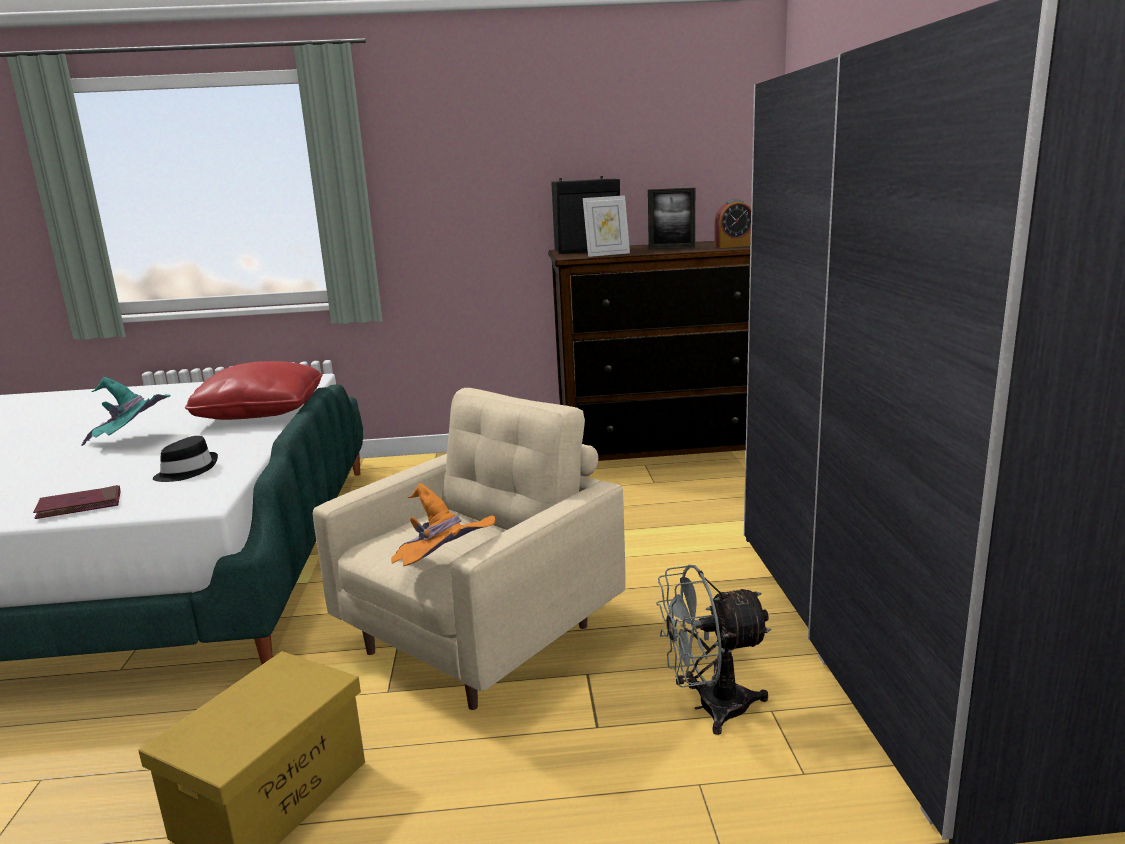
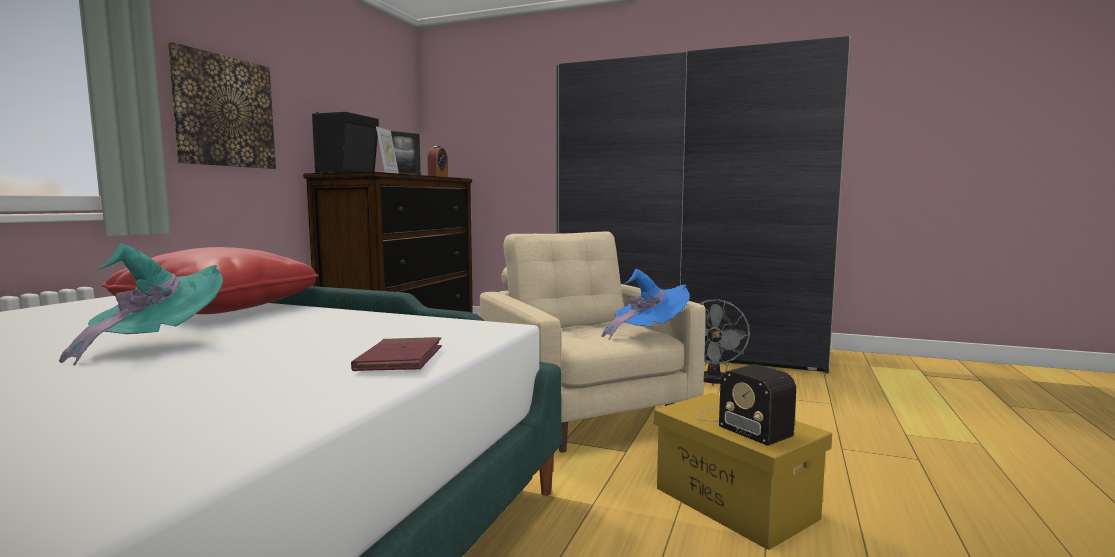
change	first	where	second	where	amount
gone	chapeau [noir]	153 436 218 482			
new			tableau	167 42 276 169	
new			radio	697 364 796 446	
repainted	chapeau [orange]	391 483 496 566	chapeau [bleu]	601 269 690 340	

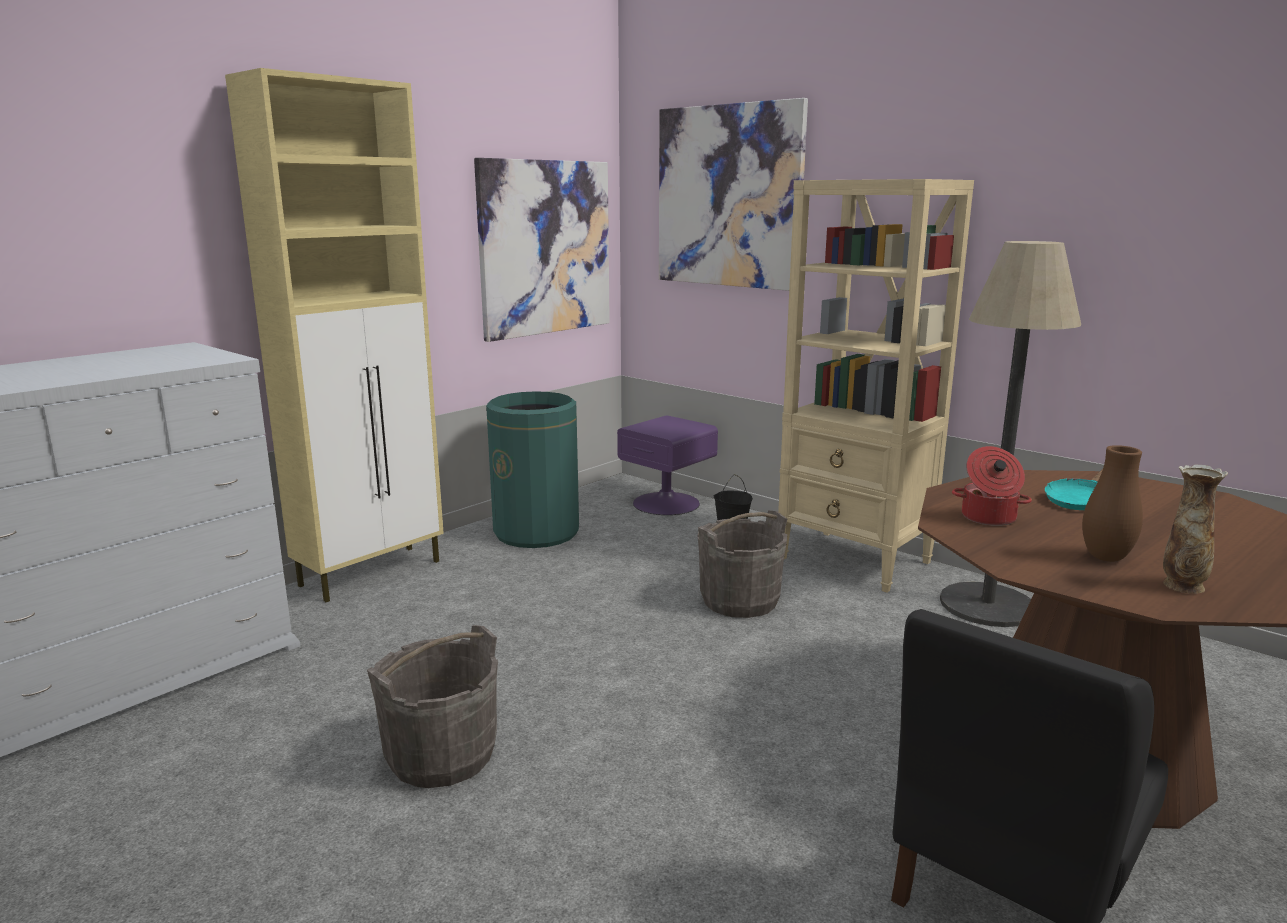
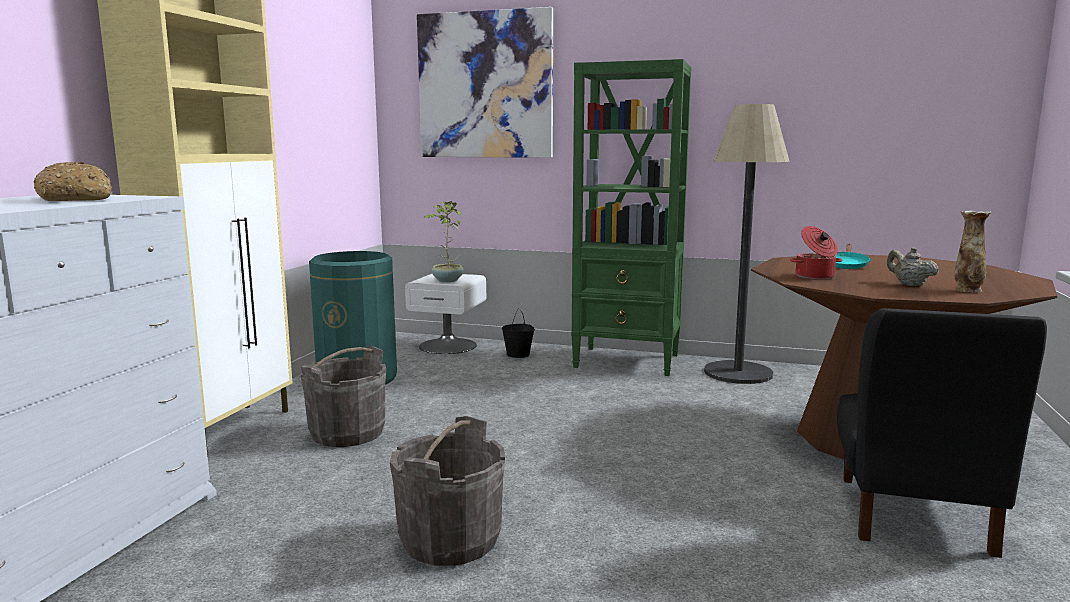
change	first	where	second	where	amount
gone	tableau	474 158 610 342			
new			pain	34 162 112 201	
new			plante en pot	424 201 464 282	
shifted	seau [gris]	698 510 787 618		301 346 386 447	
swapped	vase [marron]	1082 445 1143 562	théière [beige]	887 247 939 286	
repainted	table de chevet [violet]	617 415 718 515	table de chevet [blanc]	405 274 486 354	
repainted	bibliothèque [beige]	778 179 974 593	bibliothèque [vert]	571 59 691 376	

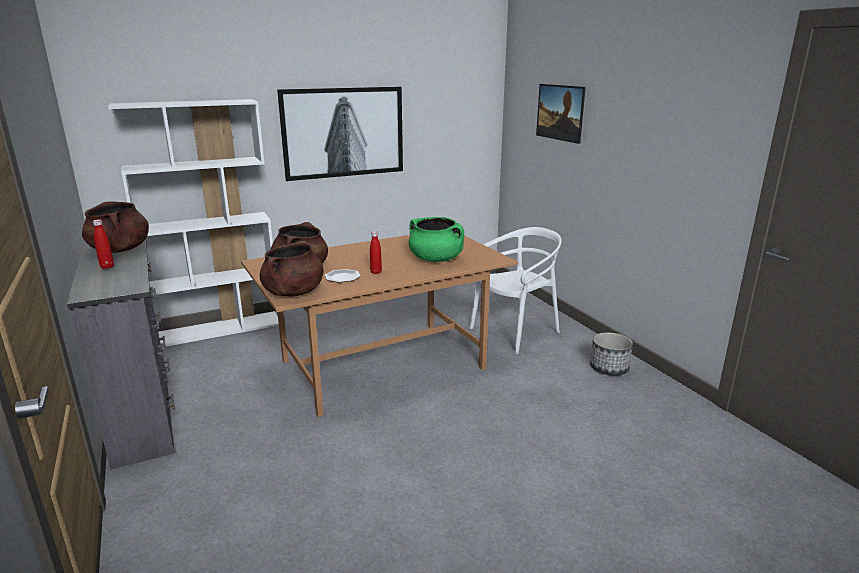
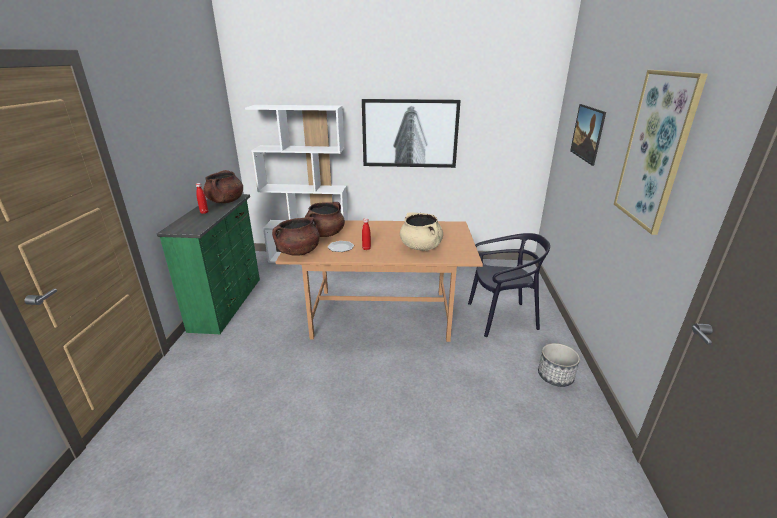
change	first	where	second	where	amount
new			tableau	614 70 708 235	
repainted	commode [gris]	67 239 175 470	commode [vert]	157 194 260 334	
repainted	marmite [vert]	409 217 464 262	marmite [beige]	400 212 443 251	
repainted	chaise [blanc]	470 227 562 354	chaise [noir]	468 233 550 337	

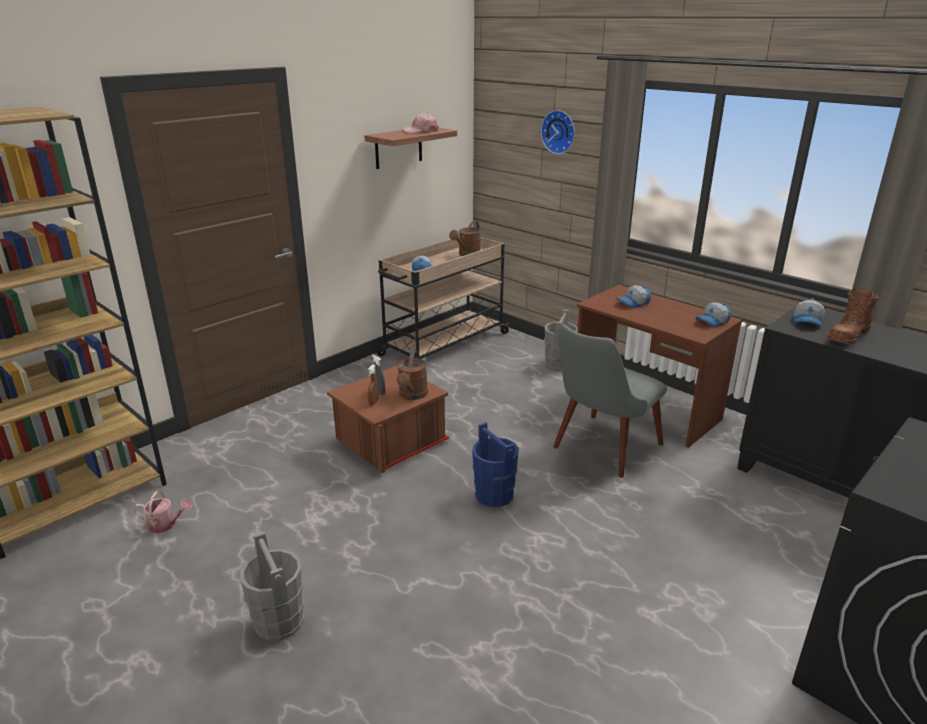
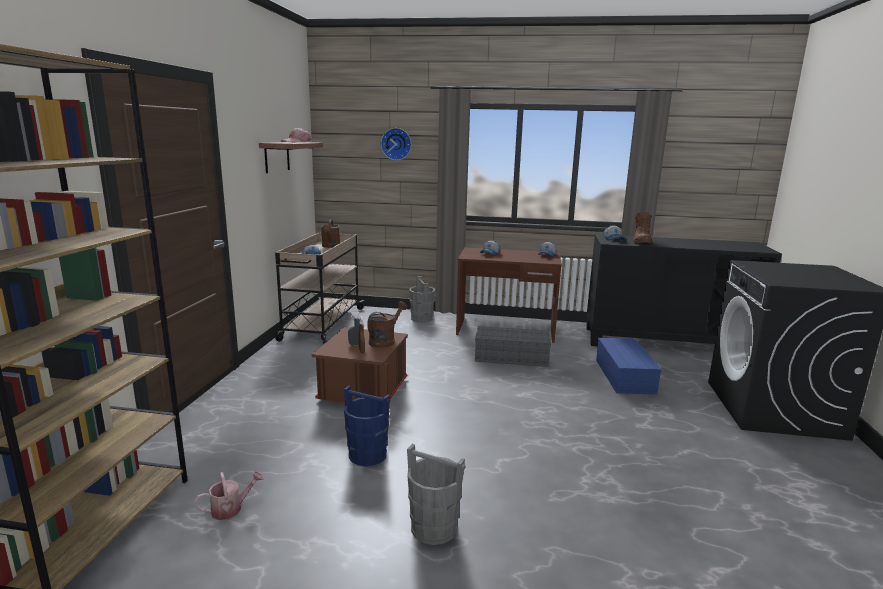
change	first	where	second	where	amount
new			boîte de rangement [bleu]	596 338 662 395	
shifted	seau [bleu]	472 422 519 507		344 385 390 466	
swapped	chaise [gris]	553 324 667 478	boîte de rangement [gris]	475 326 551 367	
rotated	arrosoir [marron]	396 350 428 400		367 301 407 348	120 degrees counterclockwise

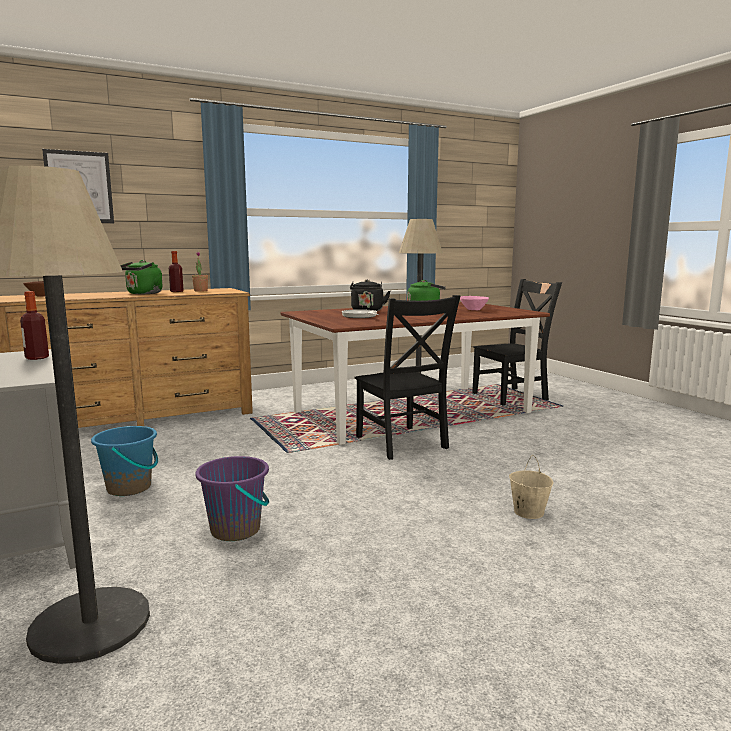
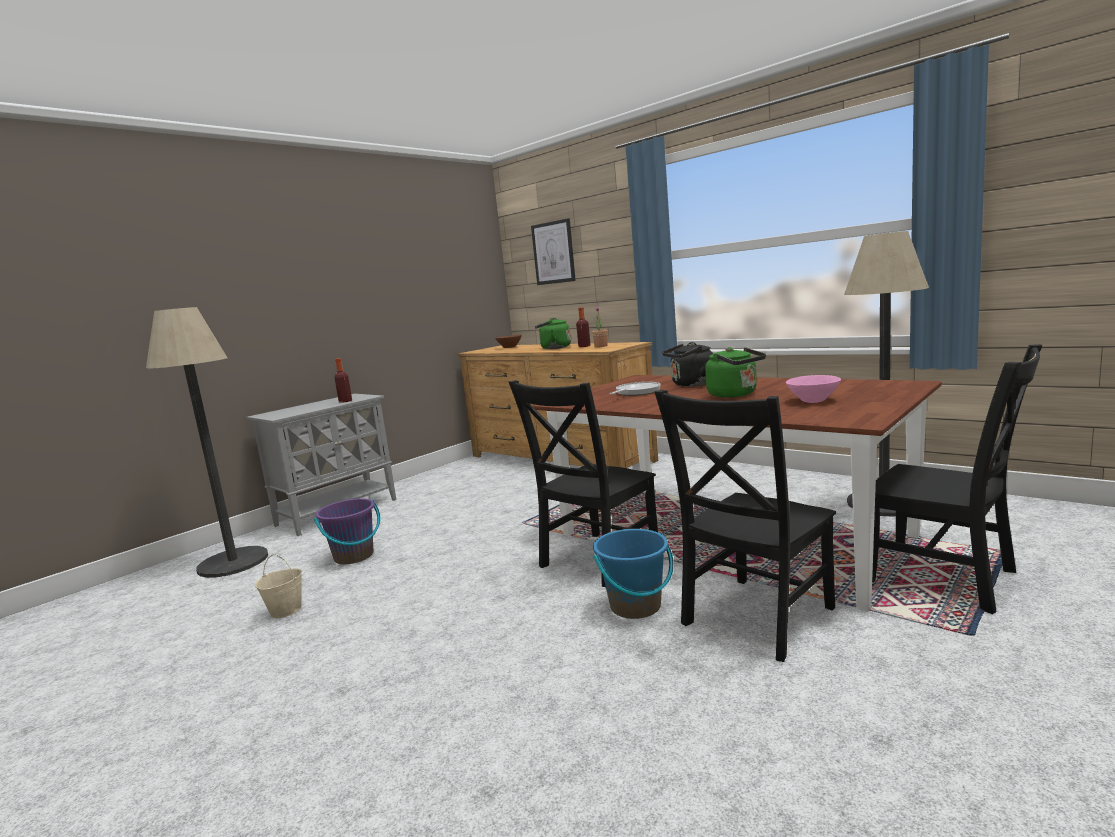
change	first	where	second	where	amount
new			chaise [noir]	654 390 836 662	
shifted	seau [bleu]	91 426 158 496		593 529 674 619	
shifted	seau [beige]	509 455 554 519		255 554 302 618	

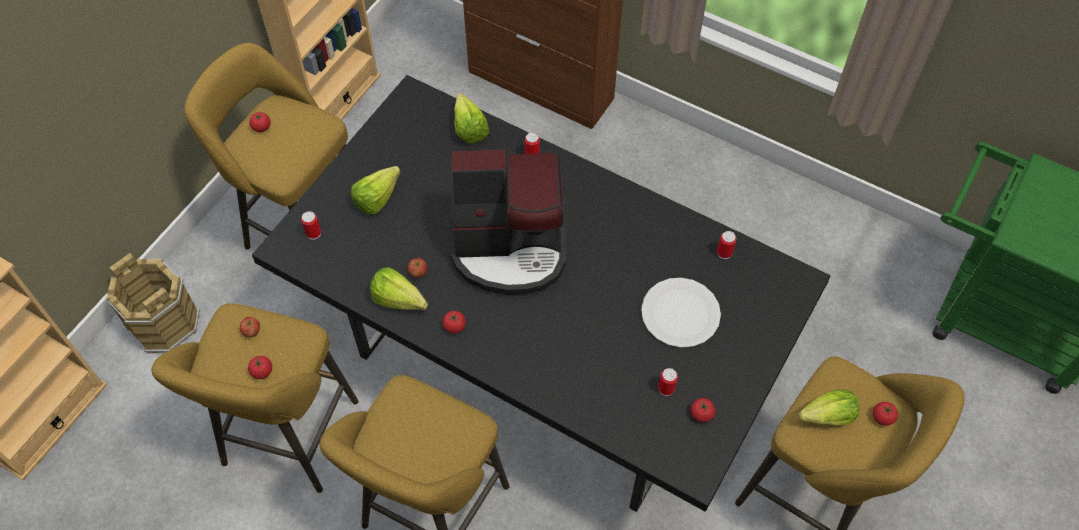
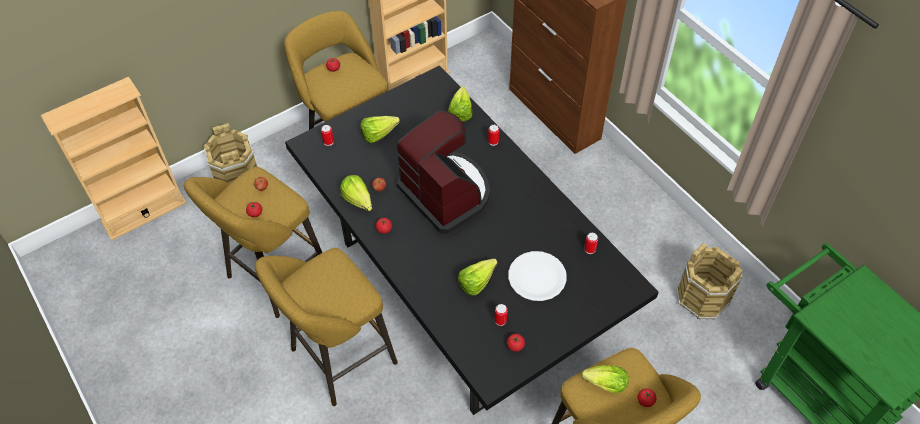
change	first	where	second	where	amount
new			laitue	458 259 498 296	
new			seau [marron]	676 243 743 320	
rotated	machine à café	450 150 566 295		397 110 490 234	150 degrees counterclockwise

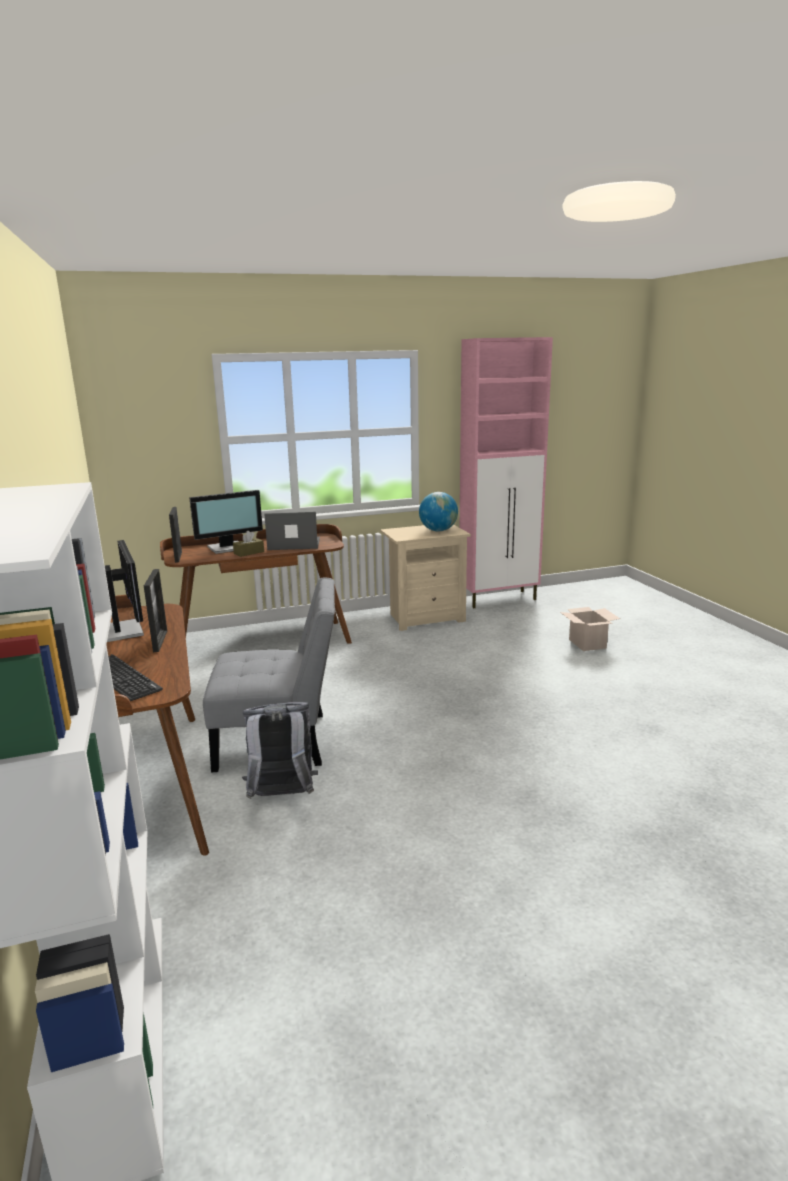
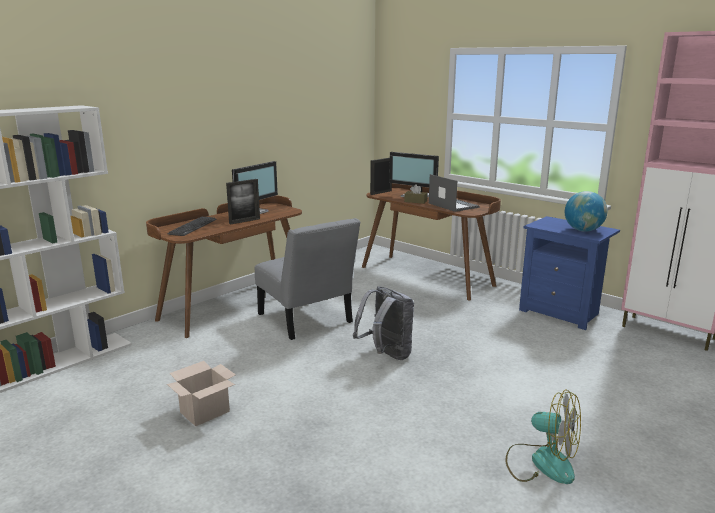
change	first	where	second	where	amount
new			ventilateur	505 389 581 484	
shifted	sac à dos [gris]	242 702 318 799		353 286 414 360	
shifted	carton	560 607 620 651		167 361 236 427	
repainted	table de chevet [beige]	380 525 471 631	table de chevet [bleu]	519 216 620 330	

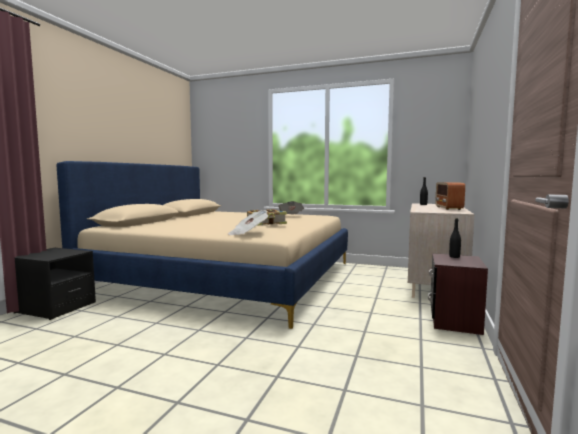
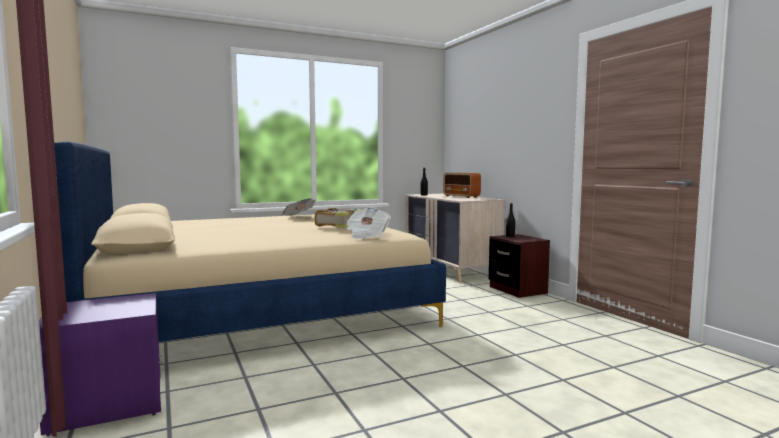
change	first	where	second	where	amount
repainted	table de chevet [noir]	14 248 96 320	table de chevet [violet]	39 293 163 436	

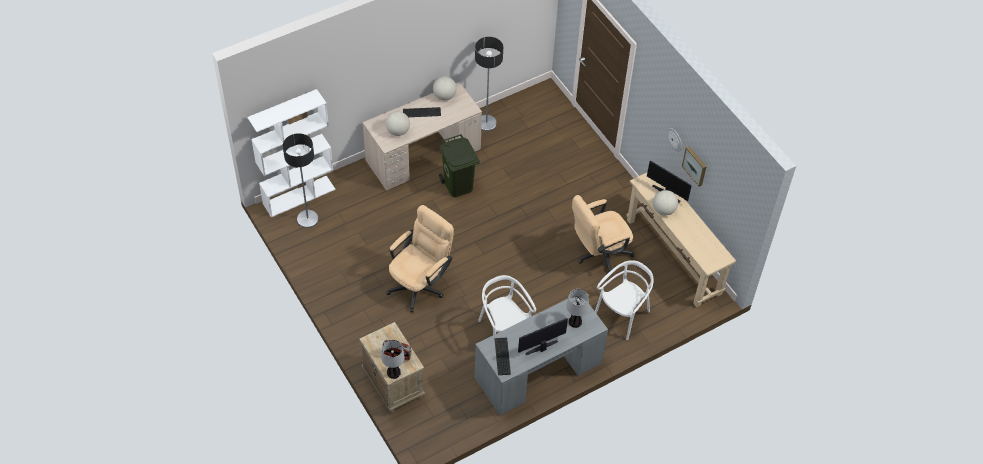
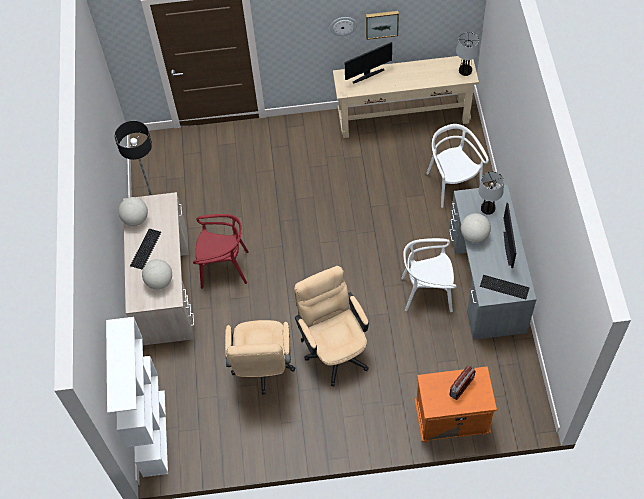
change	first	where	second	where	amount
gone	lampadaire	283 133 319 228			
shifted	lampe de table	381 340 405 379		456 32 479 76	
shifted	chaise de bureau [beige]	572 195 634 275		225 320 295 394	
shifted	globe	653 190 678 216		461 213 491 243	
swapped	poubelle [vert]	439 134 480 197	chaise [rouge]	193 214 249 289	
repainted	table de chevet [beige]	359 322 425 413	table de chevet [orange]	414 366 497 443	

